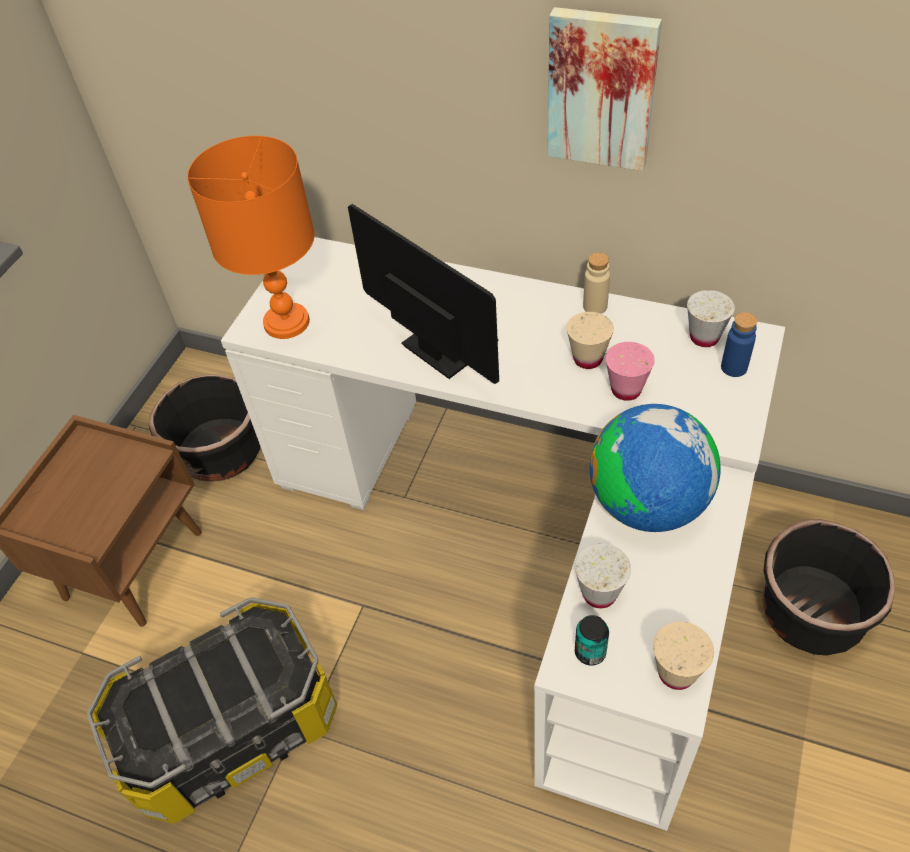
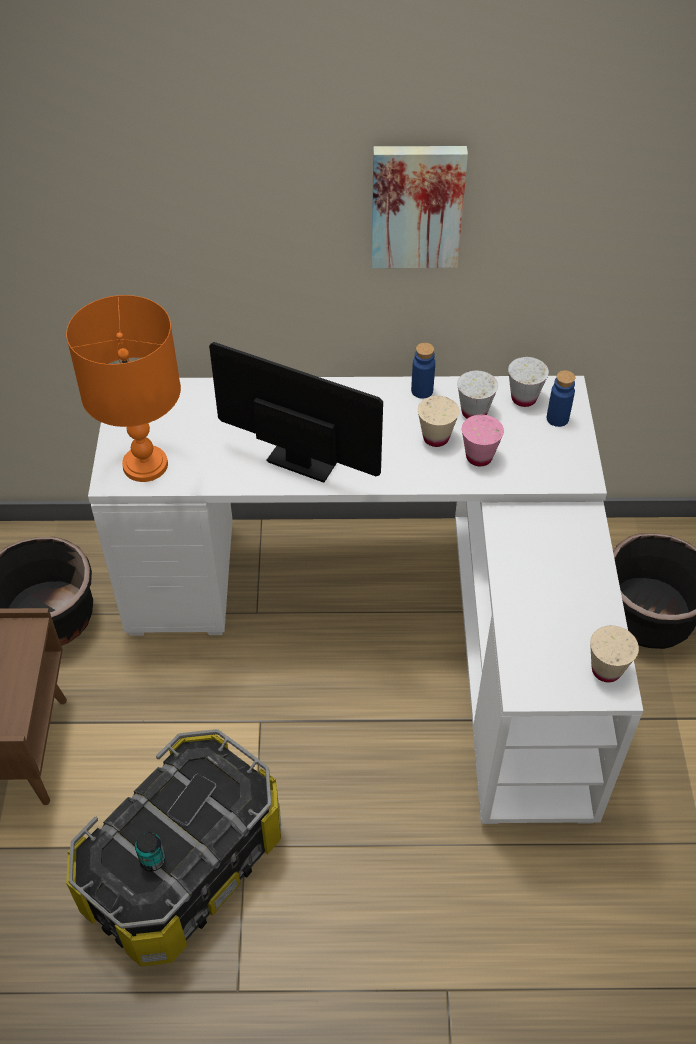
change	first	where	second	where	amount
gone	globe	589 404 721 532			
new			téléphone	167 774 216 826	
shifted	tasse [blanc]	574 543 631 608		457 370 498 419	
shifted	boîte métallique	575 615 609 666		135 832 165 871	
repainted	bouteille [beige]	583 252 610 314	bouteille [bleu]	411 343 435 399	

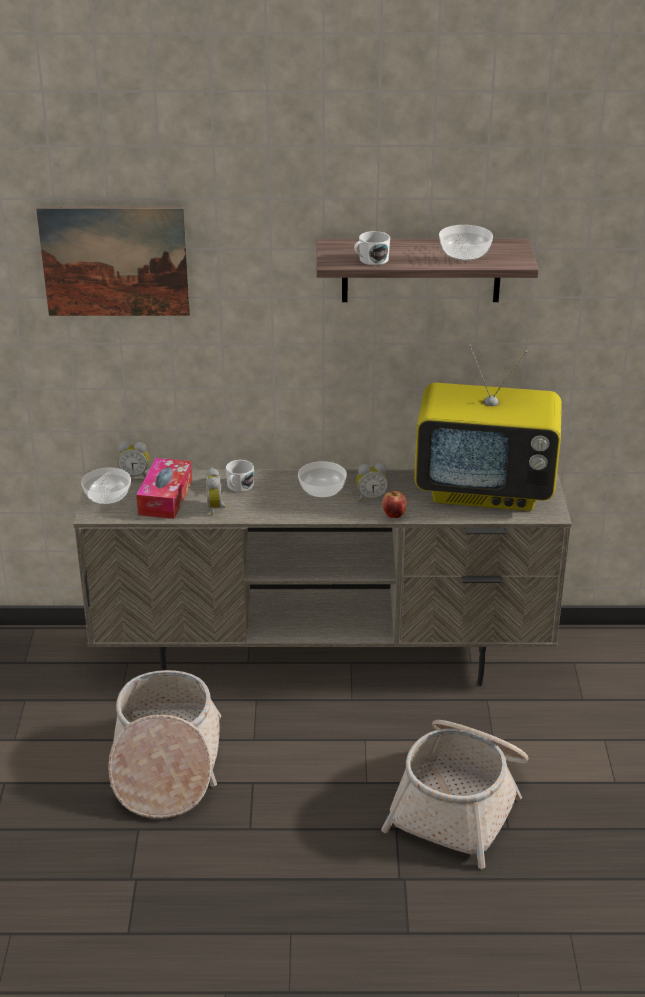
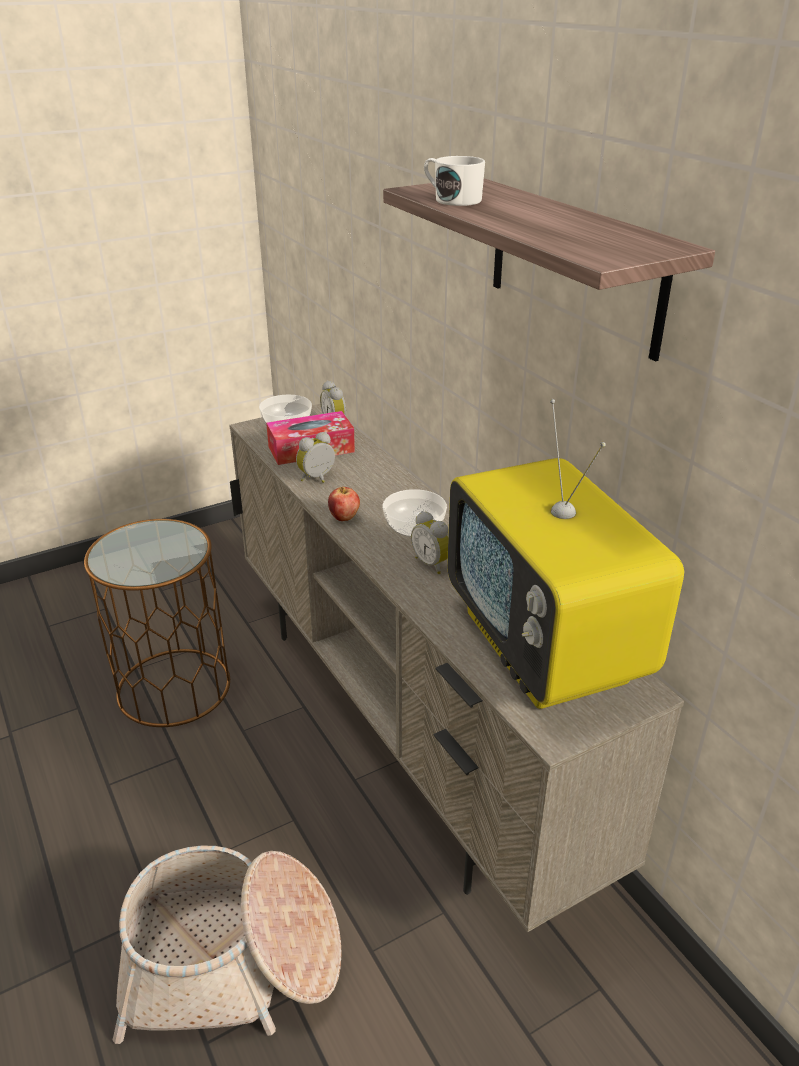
change	first	where	second	where	amount
gone	tableau	36 207 190 316			
gone	mug [blanc]	226 460 254 492			
gone	bol	439 225 493 261			
shifted	pomme	382 491 407 518		328 487 360 521	
swapped	panier	108 670 221 819	table d'appoint [marron]	84 519 230 727	

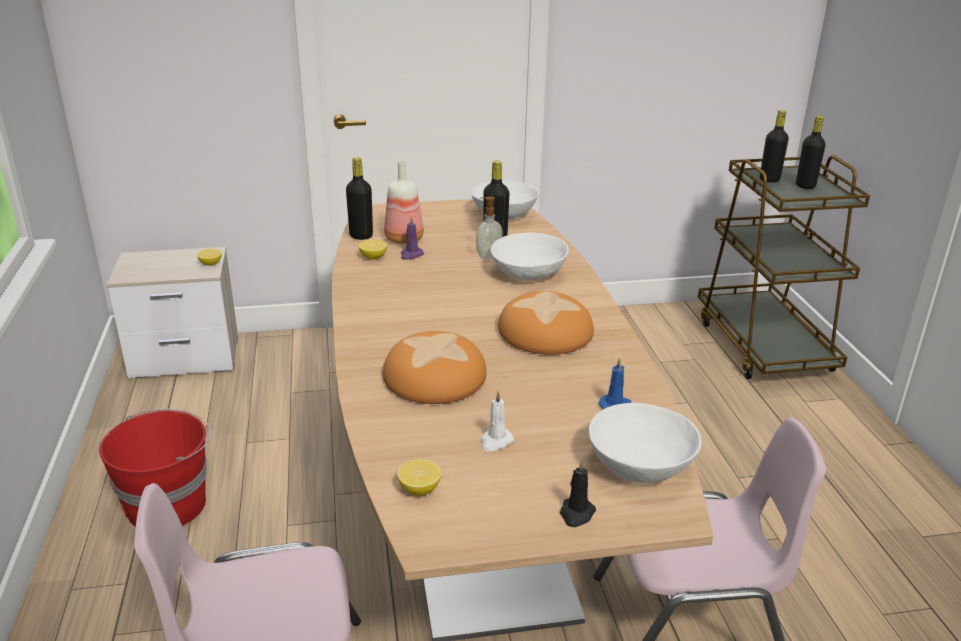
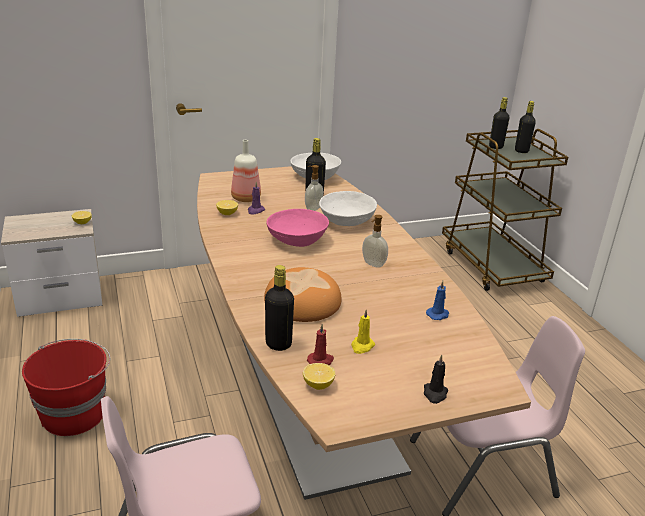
change	first	where	second	where	amount
gone	bol [blanc]	589 403 702 483			
new			bol [rose]	266 209 329 247	
new			bougie [rouge]	307 324 334 365	
shifted	bouteille [noir]	346 157 373 240		265 265 294 351	
swapped	pain	498 291 594 355	distributeur de savon	362 215 388 268	
repainted	bougie [blanc]	481 391 514 451	bougie [jaune]	351 309 375 354	

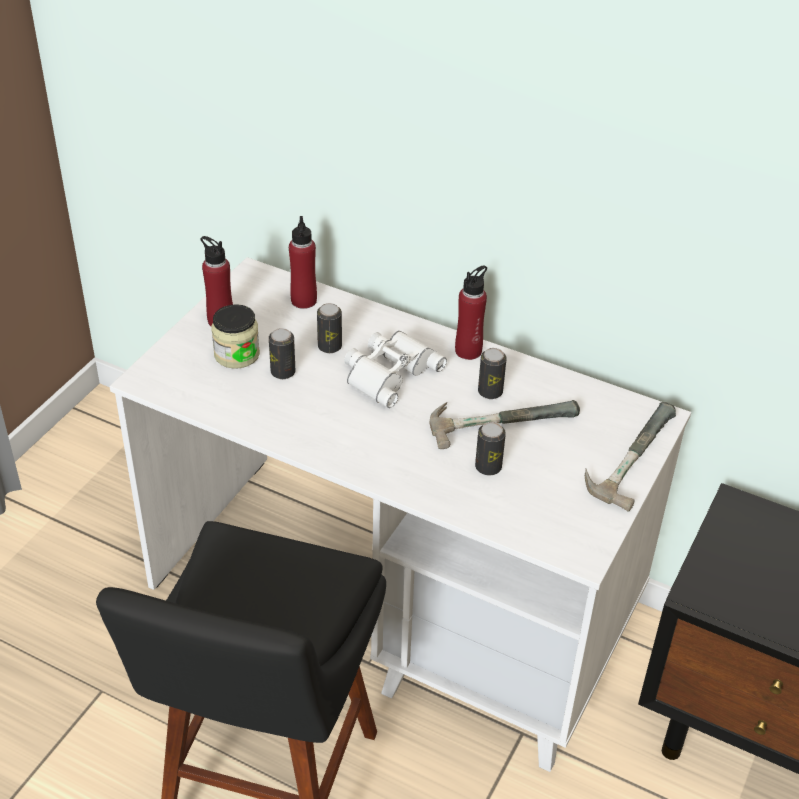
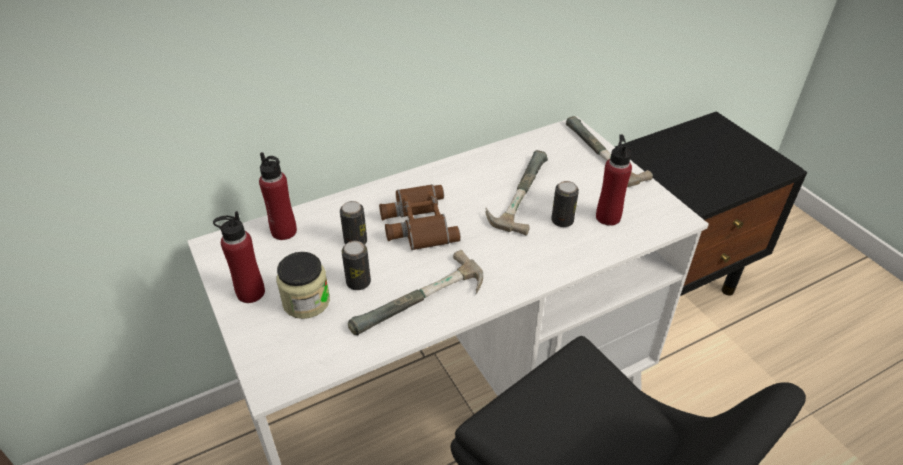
change	first	where	second	where	amount
gone	boîte métallique	478 348 507 399			
new			marteau	348 250 483 335	
shifted	bouteille [rouge]	455 265 487 360		596 135 632 226	
repainted	jumelles [blanc]	344 331 447 408	jumelles [marron]	379 184 461 250	

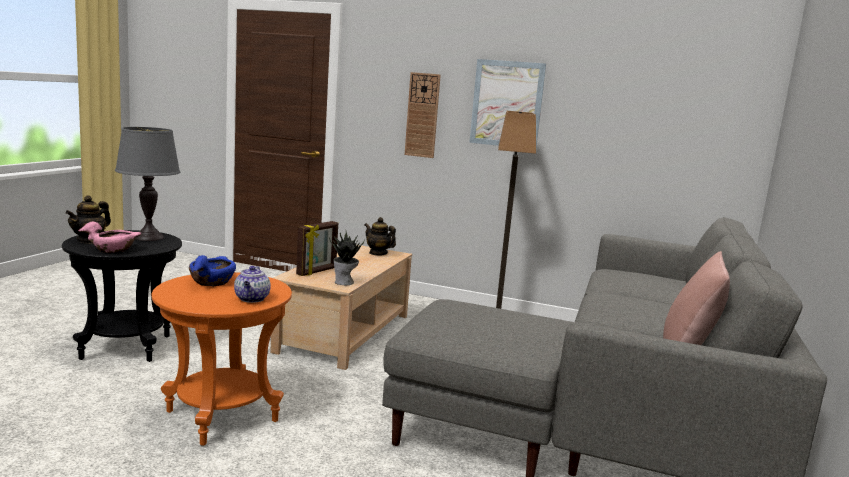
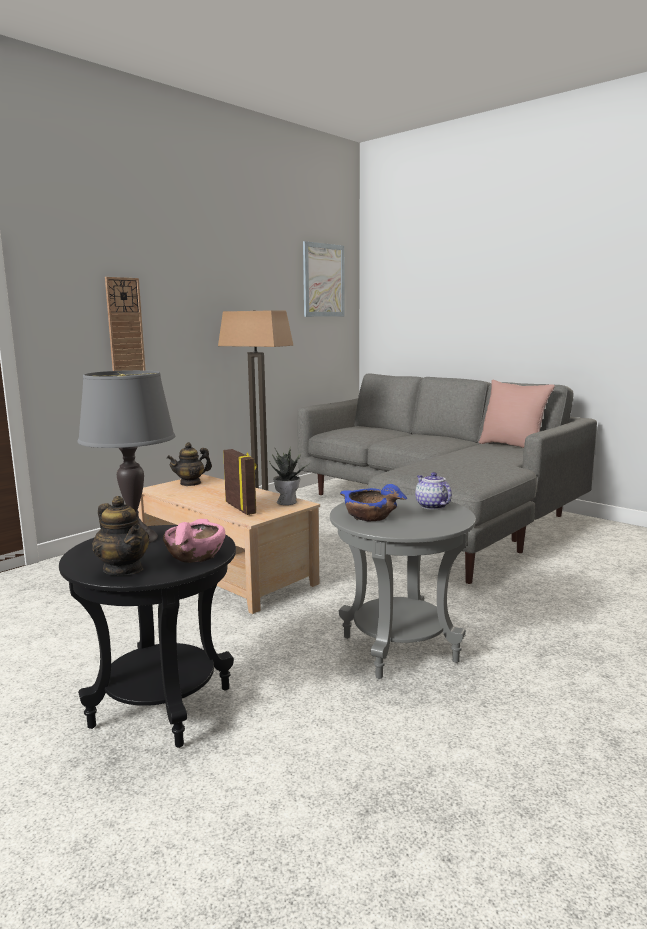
change	first	where	second	where	amount
shifted	tableau	469 59 546 147		303 241 345 317	
repainted	table d'appoint [orange]	152 272 292 446	table d'appoint [gris]	330 495 476 679	
rotated	théière	234 266 271 303		415 472 452 510	135 degrees counterclockwise

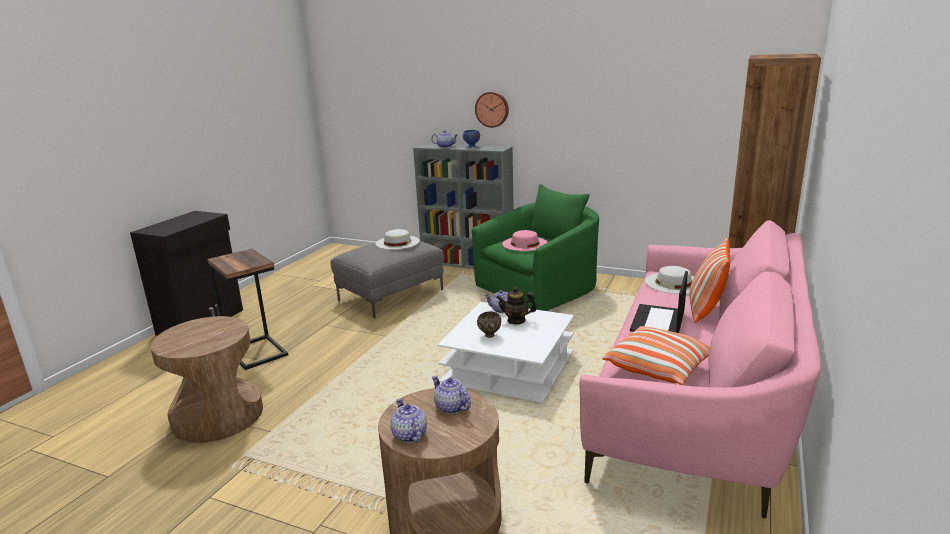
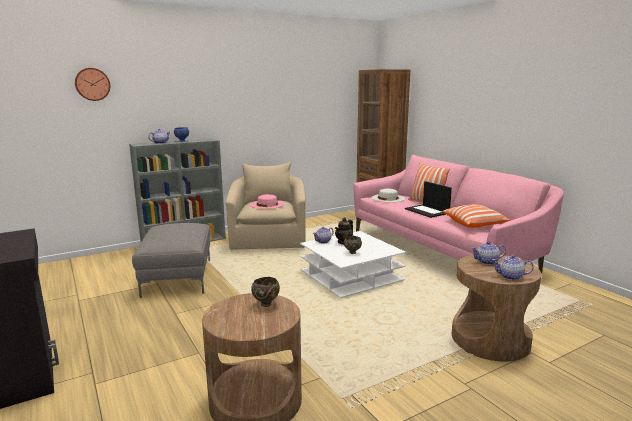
change	first	where	second	where	amount
gone	table d'appoint	207 249 288 370			
gone	chapeau [blanc]	376 229 420 250			
new			bol [marron]	251 277 280 307	
shifted	horloge murale	475 92 509 128		75 68 110 101	
repainted	fauteuil [vert]	472 184 599 311	fauteuil [beige]	226 162 306 250	

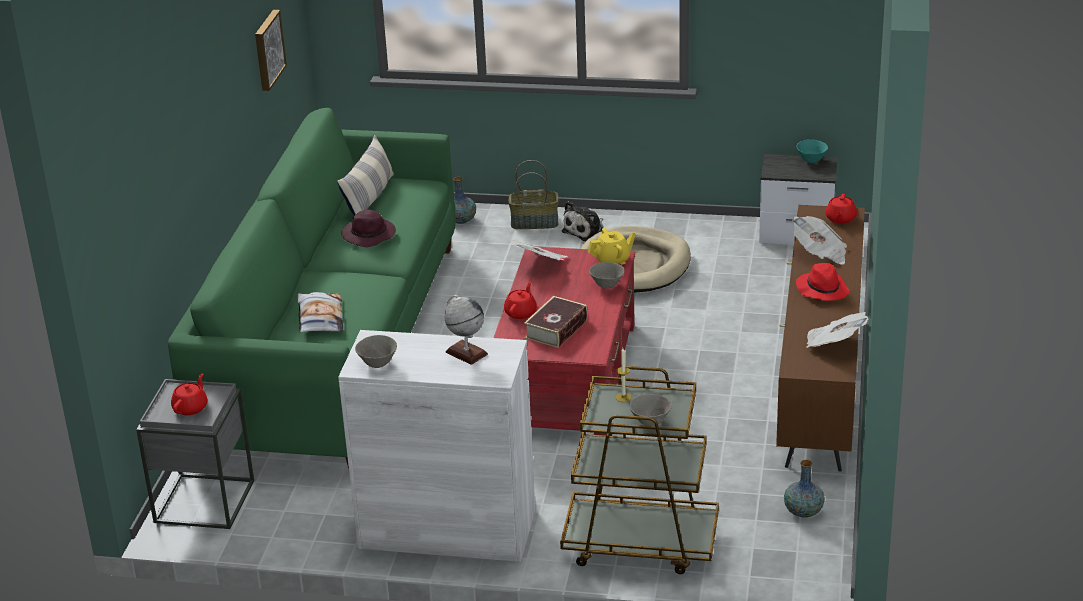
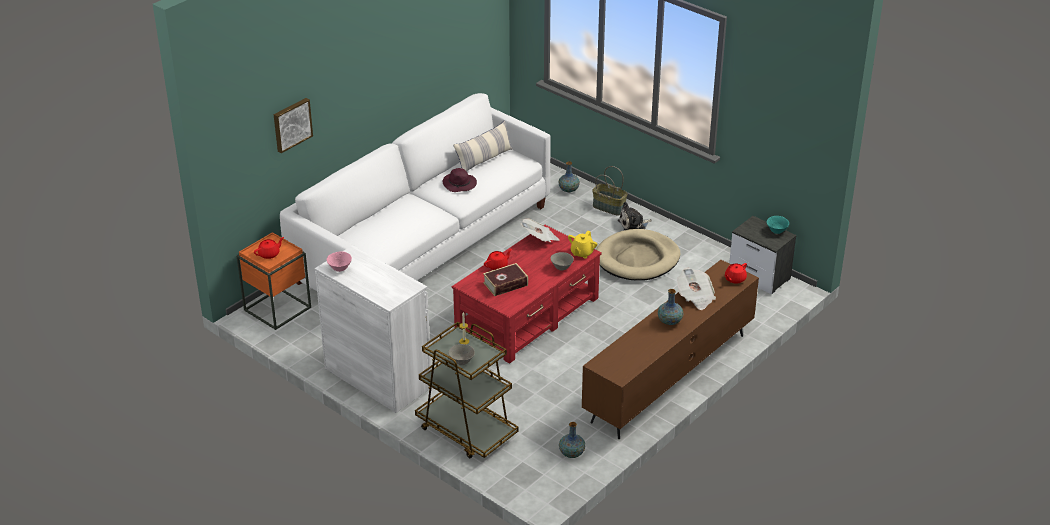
change	first	where	second	where	amount
gone	coussin	298 292 343 332			
gone	globe	444 295 488 365			
gone	journal	806 312 869 348			
shifted	tableau	255 10 287 91		274 98 313 153	
swapped	chapeau [rouge]	796 263 849 301	vase	658 289 684 325	
repainted	table d'appoint [gris]	136 379 254 529	table d'appoint [orange]	236 232 311 330	
repainted	canapé [vert]	168 108 456 469	canapé [blanc]	280 93 551 291	
repainted	bol [gris]	355 335 397 368	bol [rose]	327 251 352 272	
rotated	théière [jaune]	588 228 636 264		568 231 597 259	105 degrees clockwise

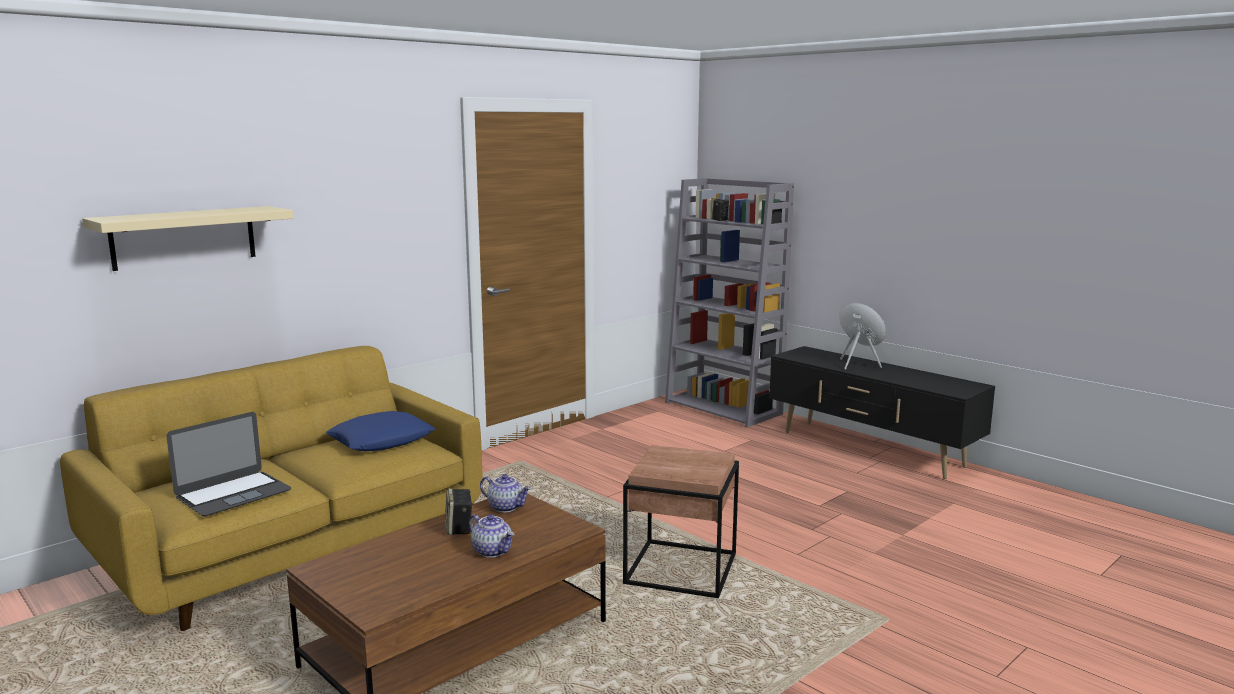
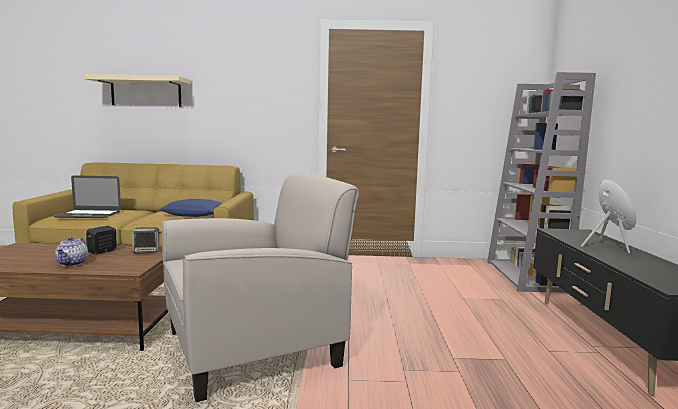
change	first	where	second	where	amount
swapped	théière	480 474 531 512	enceinte	132 227 161 253	
swapped	table d'appoint [marron]	623 445 739 598	fauteuil [beige]	162 173 359 402	

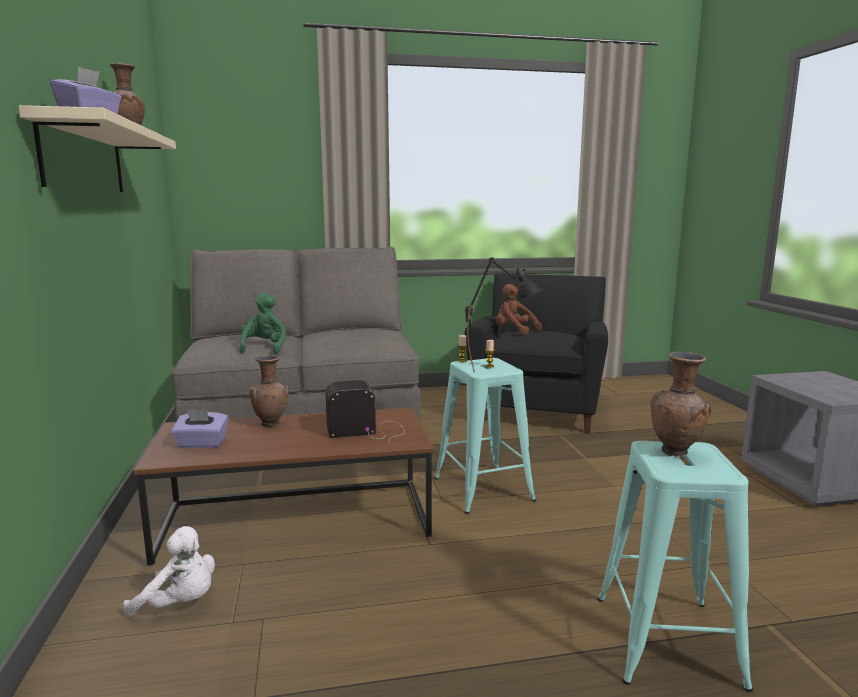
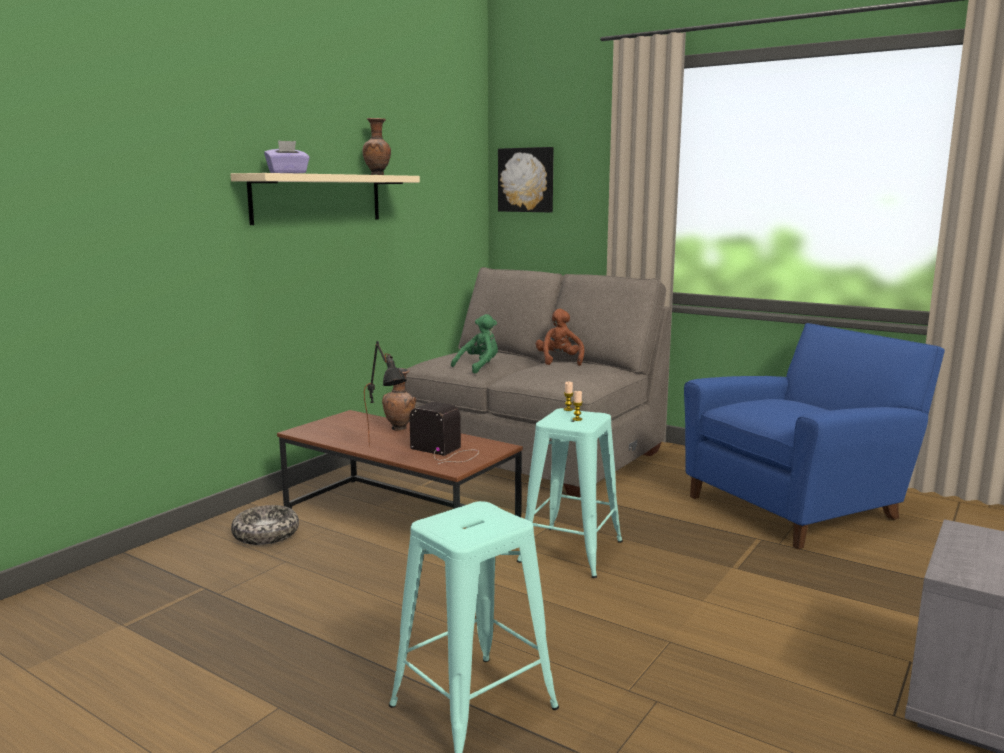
change	first	where	second	where	amount
gone	boîte à mouchoirs [violet]	171 410 228 448			
gone	vase [marron]	651 351 712 457			
new			tableau	498 147 554 212	
shifted	lampe de table [noir]	465 257 542 372		364 341 407 447	
shifted	peluche [marron]	496 284 542 335		536 309 584 366	
swapped	peluche [blanc]	123 526 215 617	bol	231 505 299 545	
repainted	fauteuil [noir]	465 273 608 433	fauteuil [bleu]	684 323 945 549	

